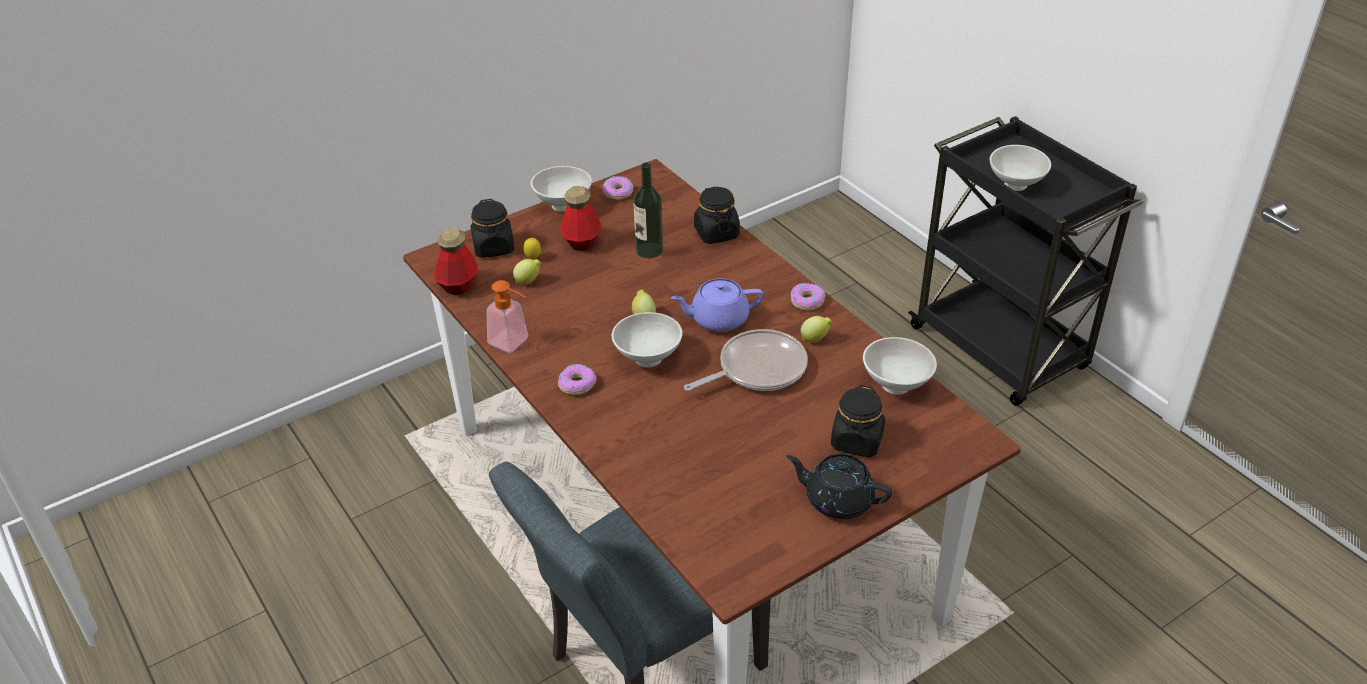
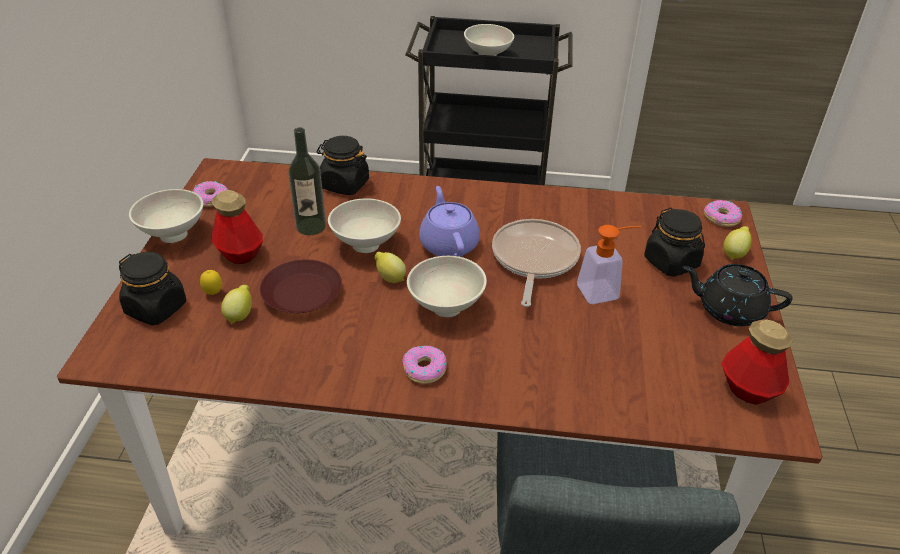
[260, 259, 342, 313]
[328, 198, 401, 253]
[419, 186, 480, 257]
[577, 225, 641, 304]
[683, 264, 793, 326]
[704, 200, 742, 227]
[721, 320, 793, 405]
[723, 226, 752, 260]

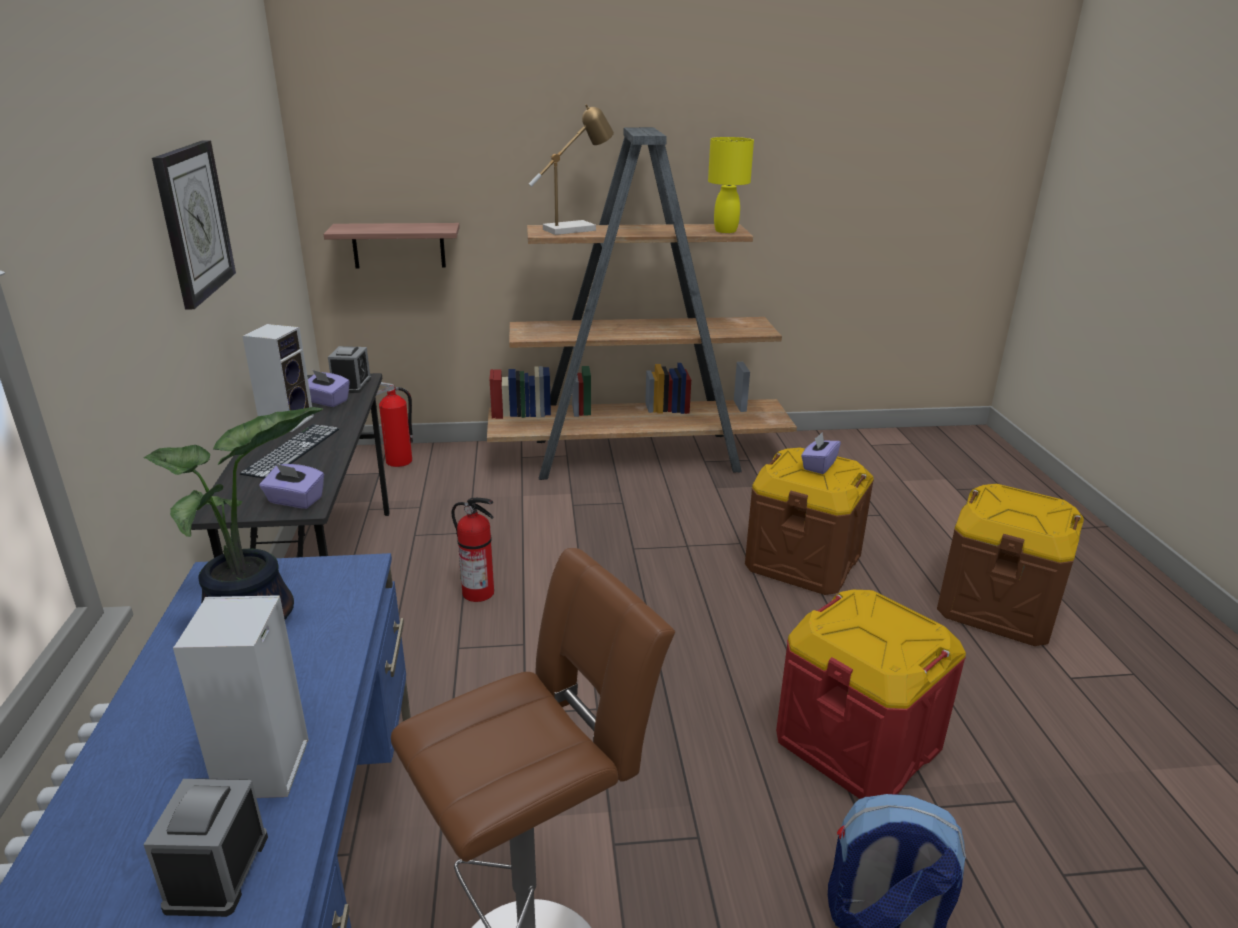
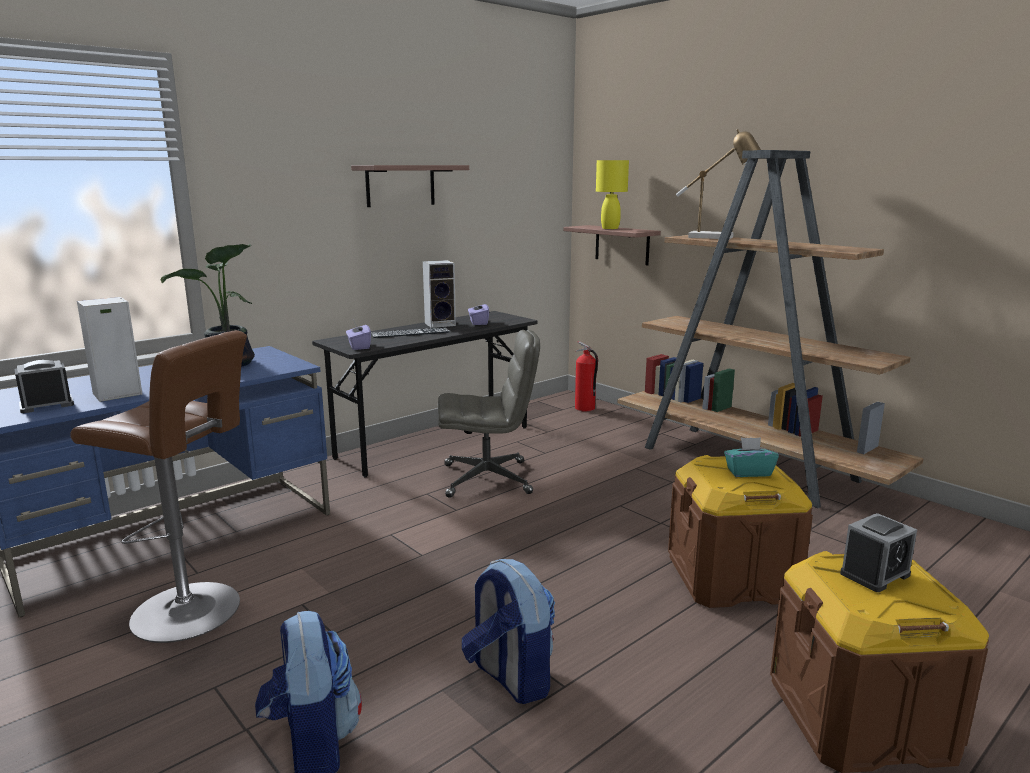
[351, 165, 469, 207]
[438, 330, 540, 498]
[462, 559, 555, 704]
[596, 160, 629, 229]
[724, 437, 779, 477]
[840, 513, 917, 592]

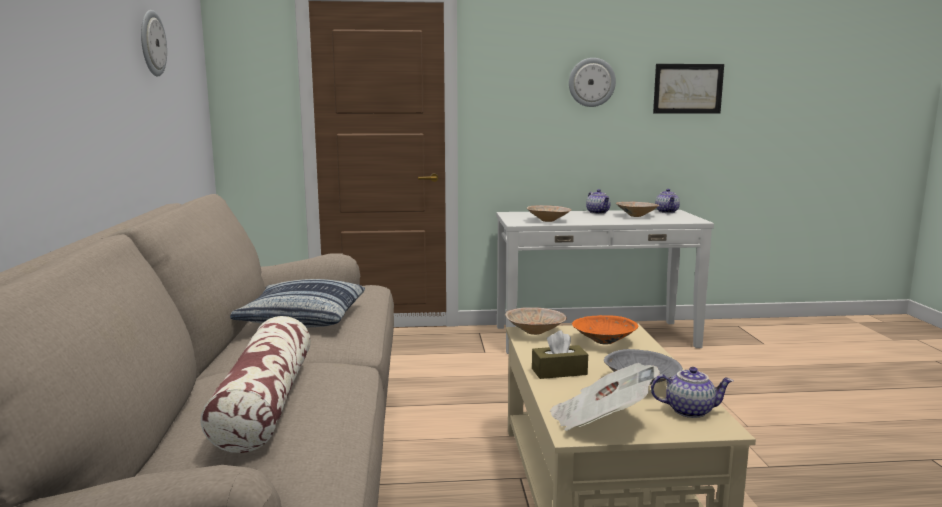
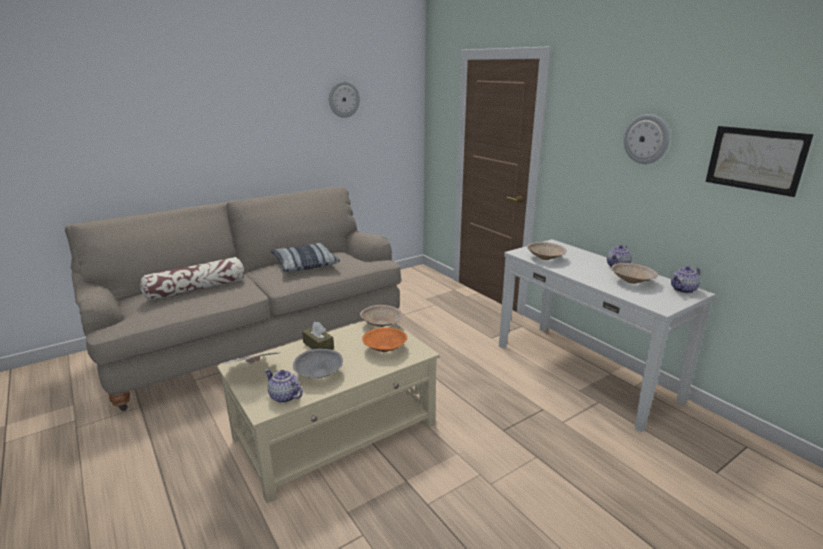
[265, 369, 303, 403]

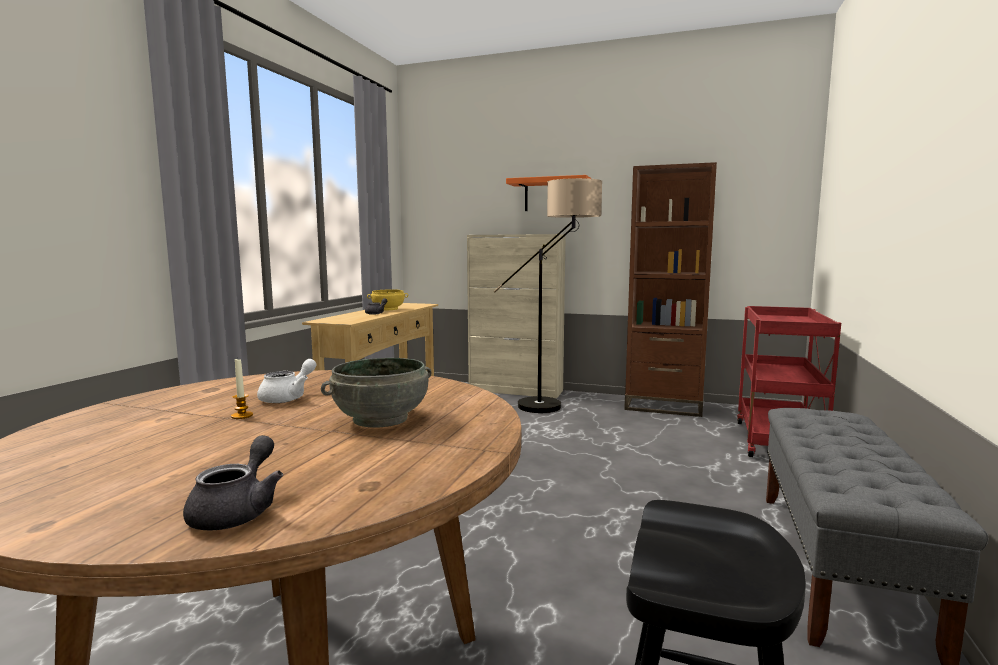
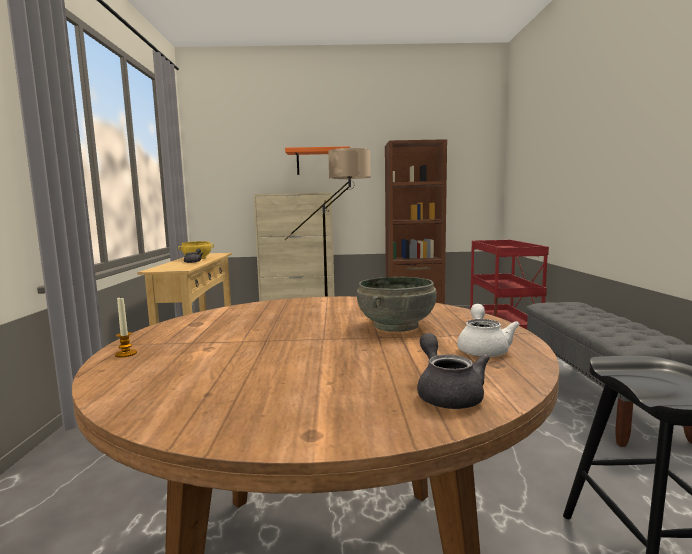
[115, 297, 137, 357]
[457, 304, 520, 357]

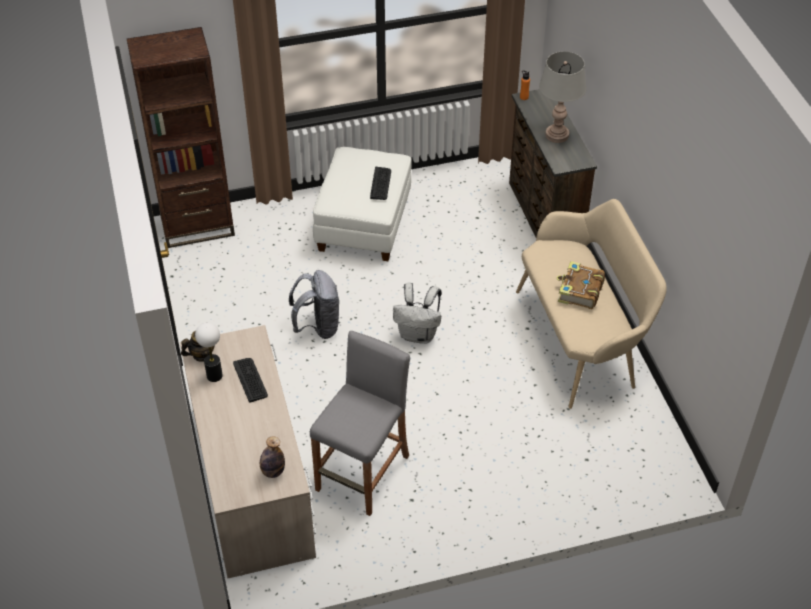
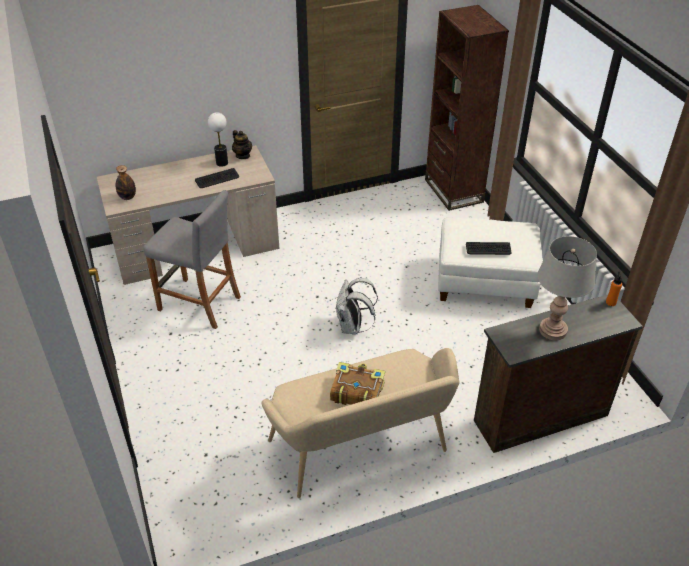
[289, 270, 340, 339] (first image)

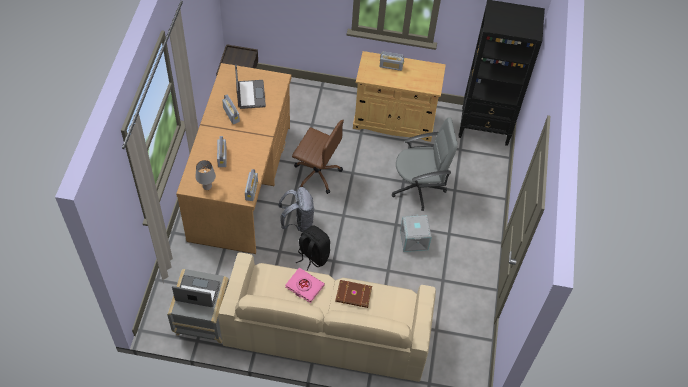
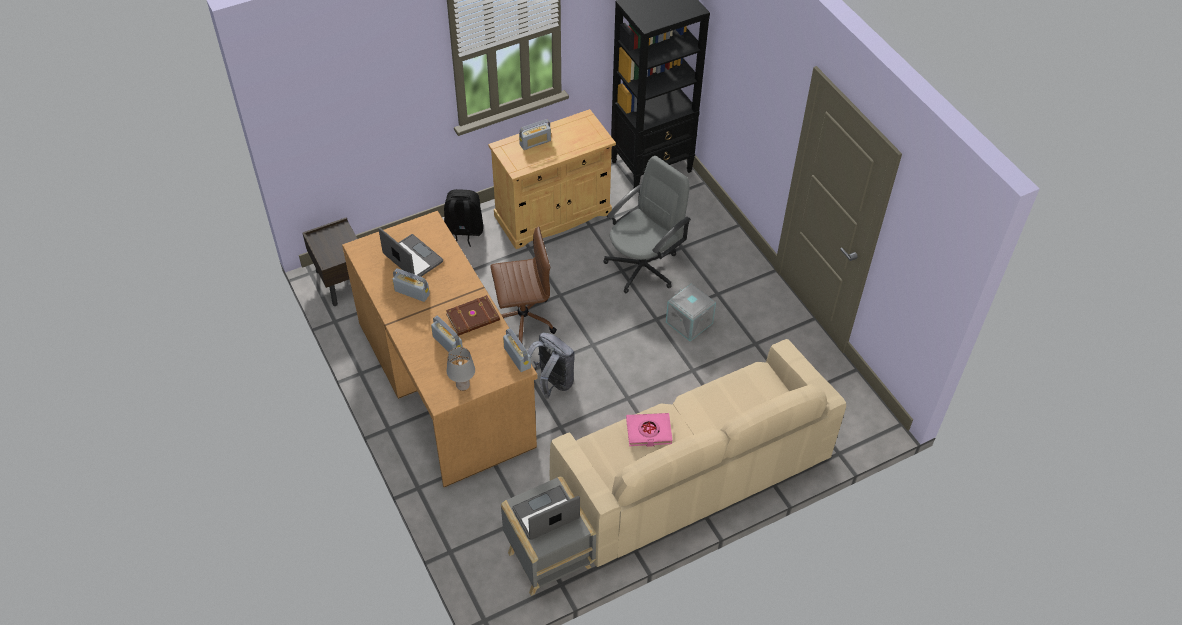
[444, 189, 483, 247]
[446, 295, 500, 336]

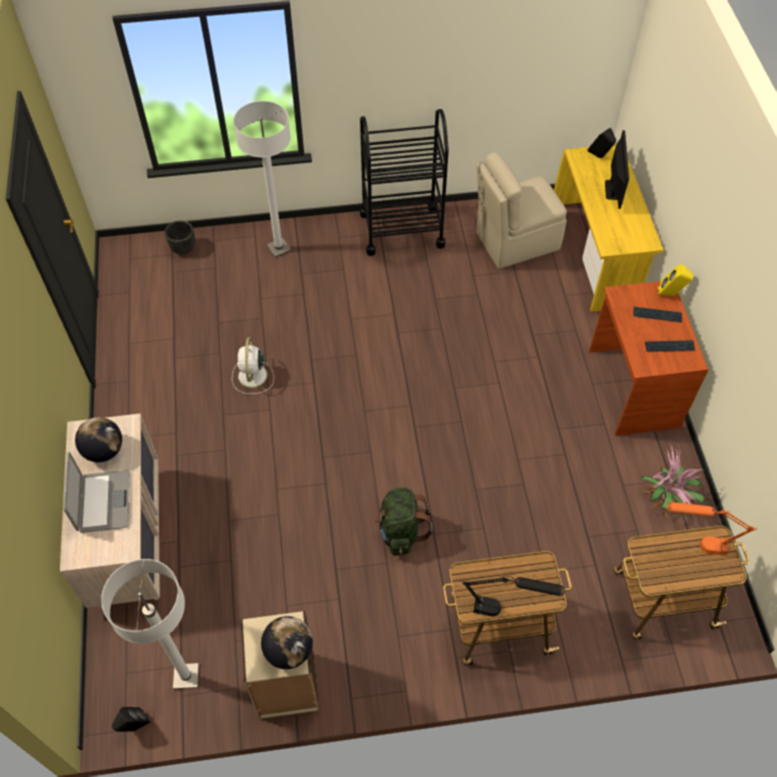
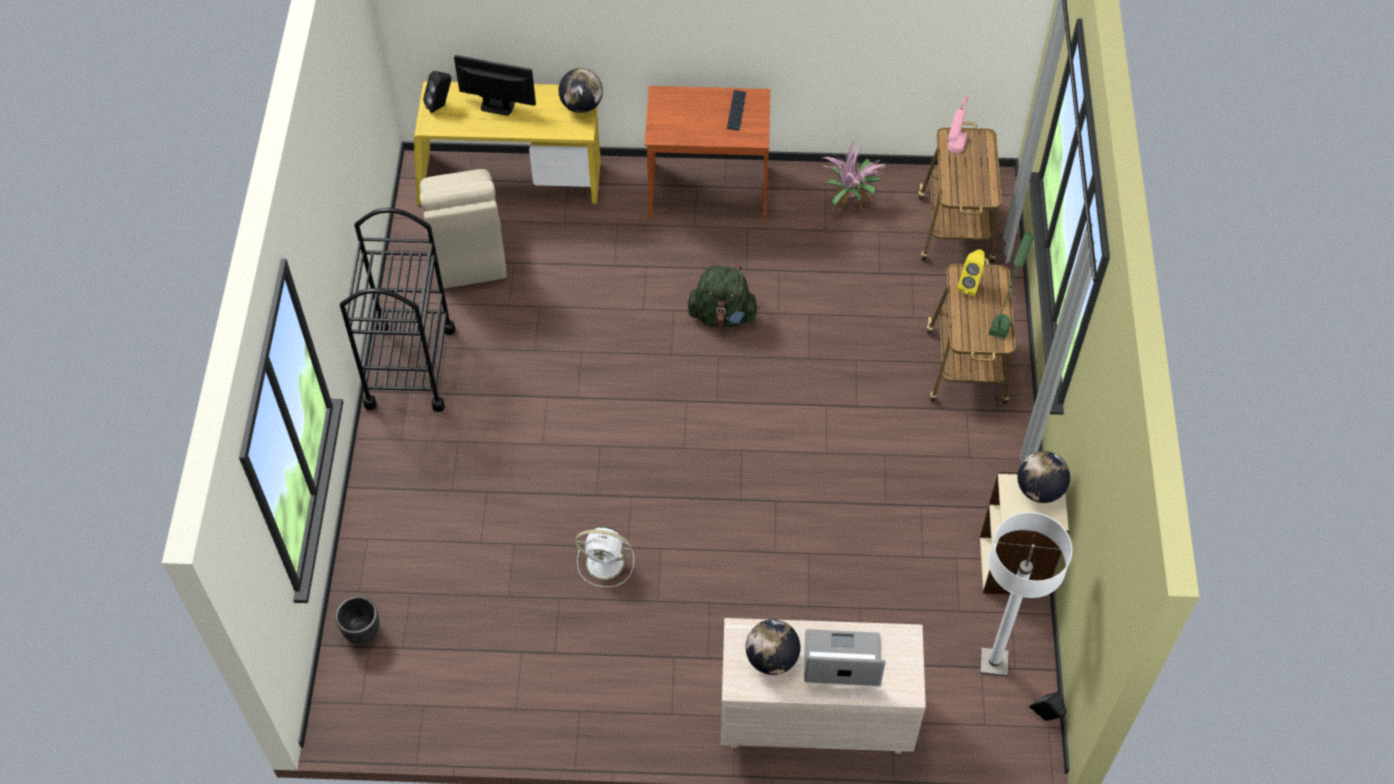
[559, 68, 603, 113]
[688, 263, 759, 328]
[948, 93, 969, 153]
[957, 249, 985, 296]
[988, 232, 1034, 339]
[233, 101, 291, 258] (first image)
[633, 307, 682, 322] (first image)

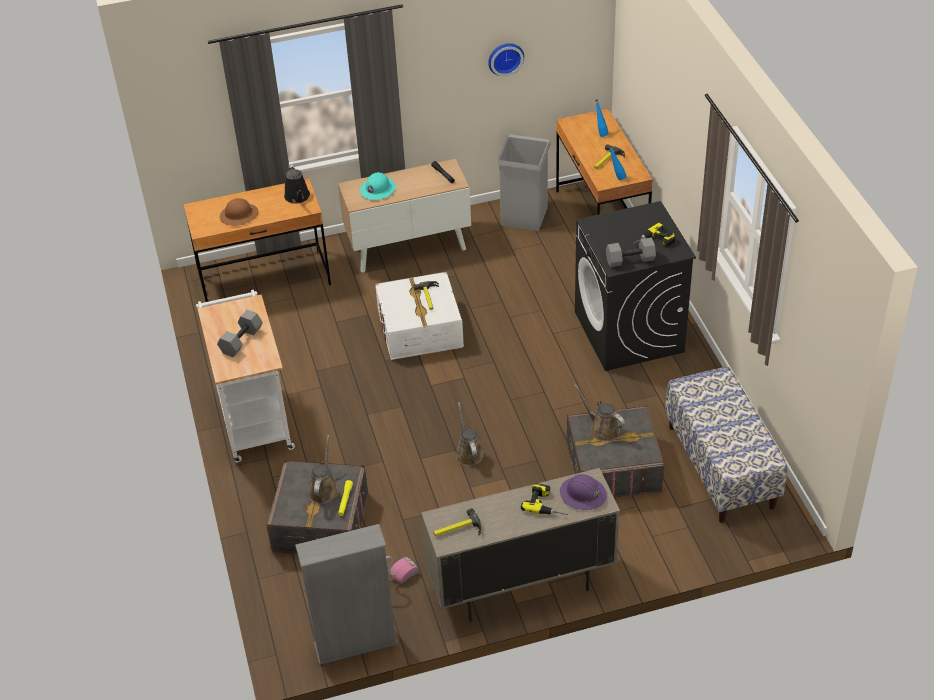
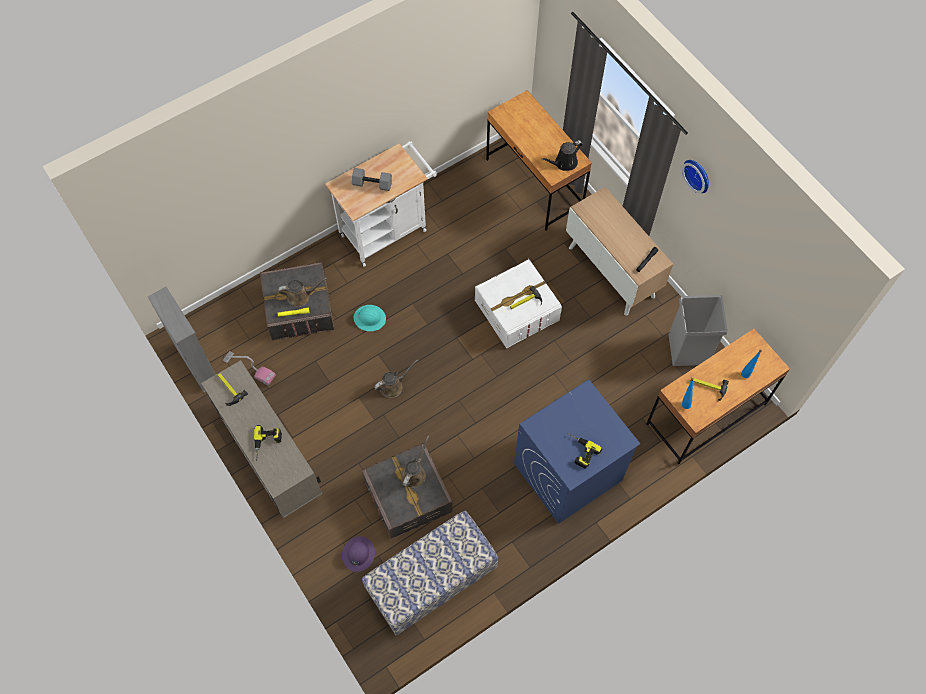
[342, 536, 375, 572]
[354, 305, 386, 331]
[514, 379, 640, 524]
[682, 160, 709, 193]
[220, 198, 259, 226] (first image)
[606, 238, 656, 267] (first image)

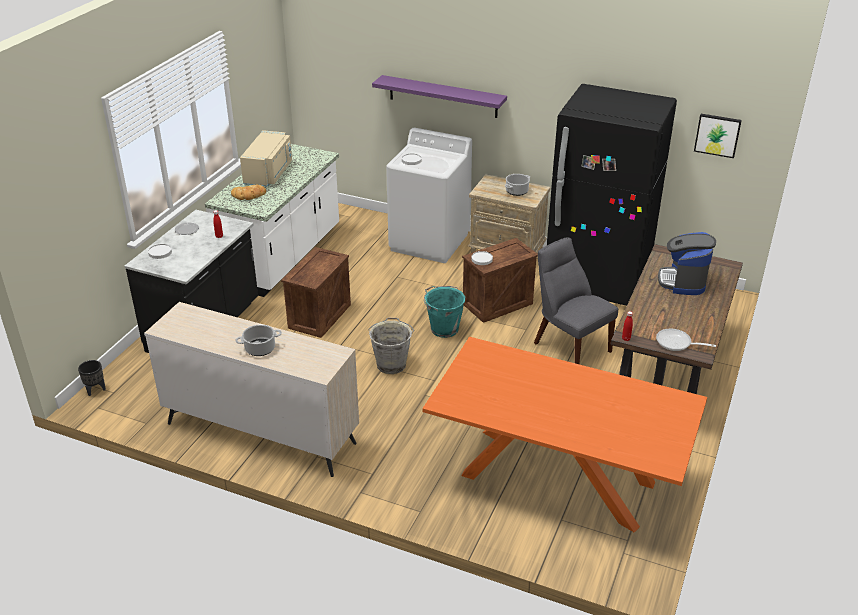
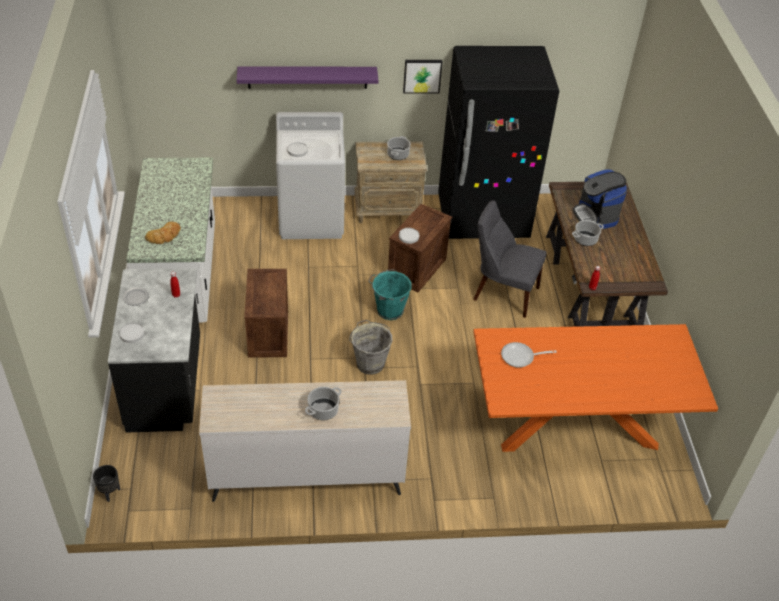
[403, 60, 443, 94]
[501, 342, 556, 368]
[572, 220, 604, 246]
[240, 130, 292, 187] (first image)

